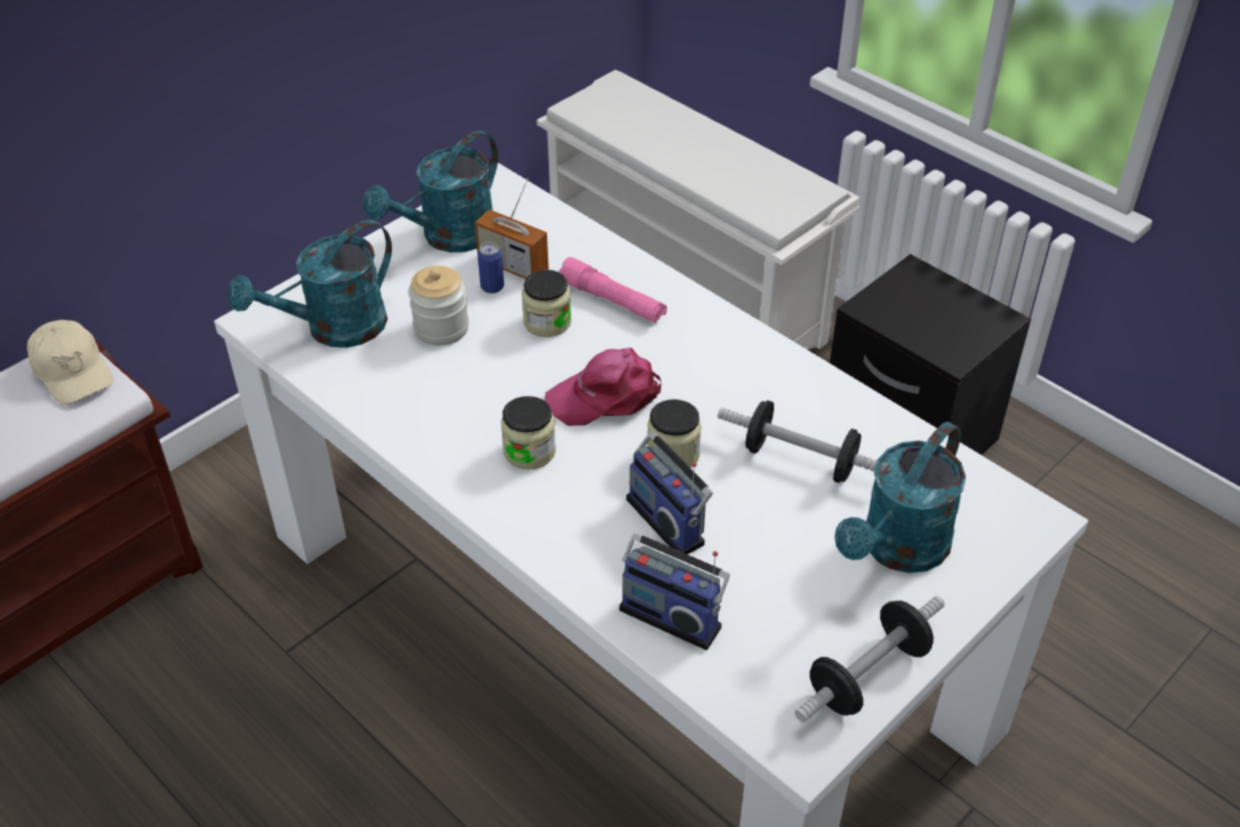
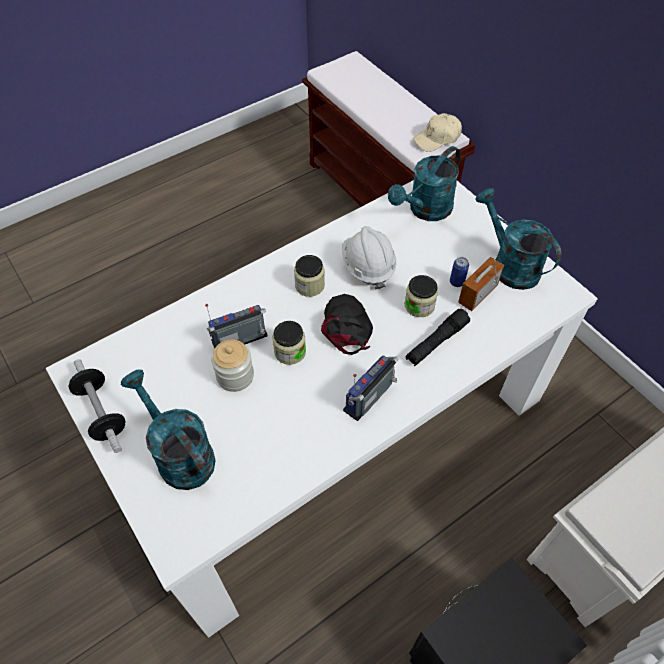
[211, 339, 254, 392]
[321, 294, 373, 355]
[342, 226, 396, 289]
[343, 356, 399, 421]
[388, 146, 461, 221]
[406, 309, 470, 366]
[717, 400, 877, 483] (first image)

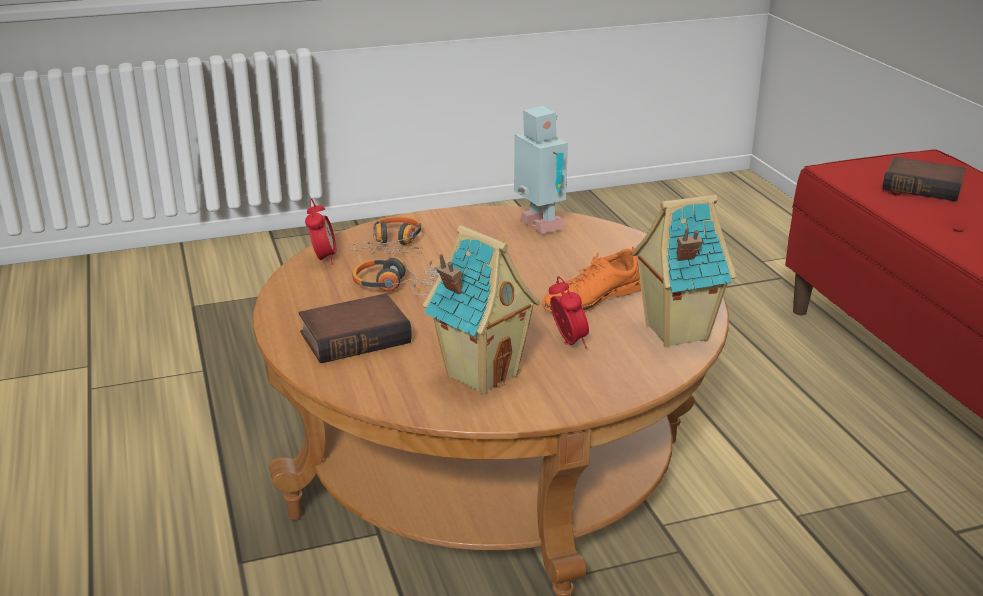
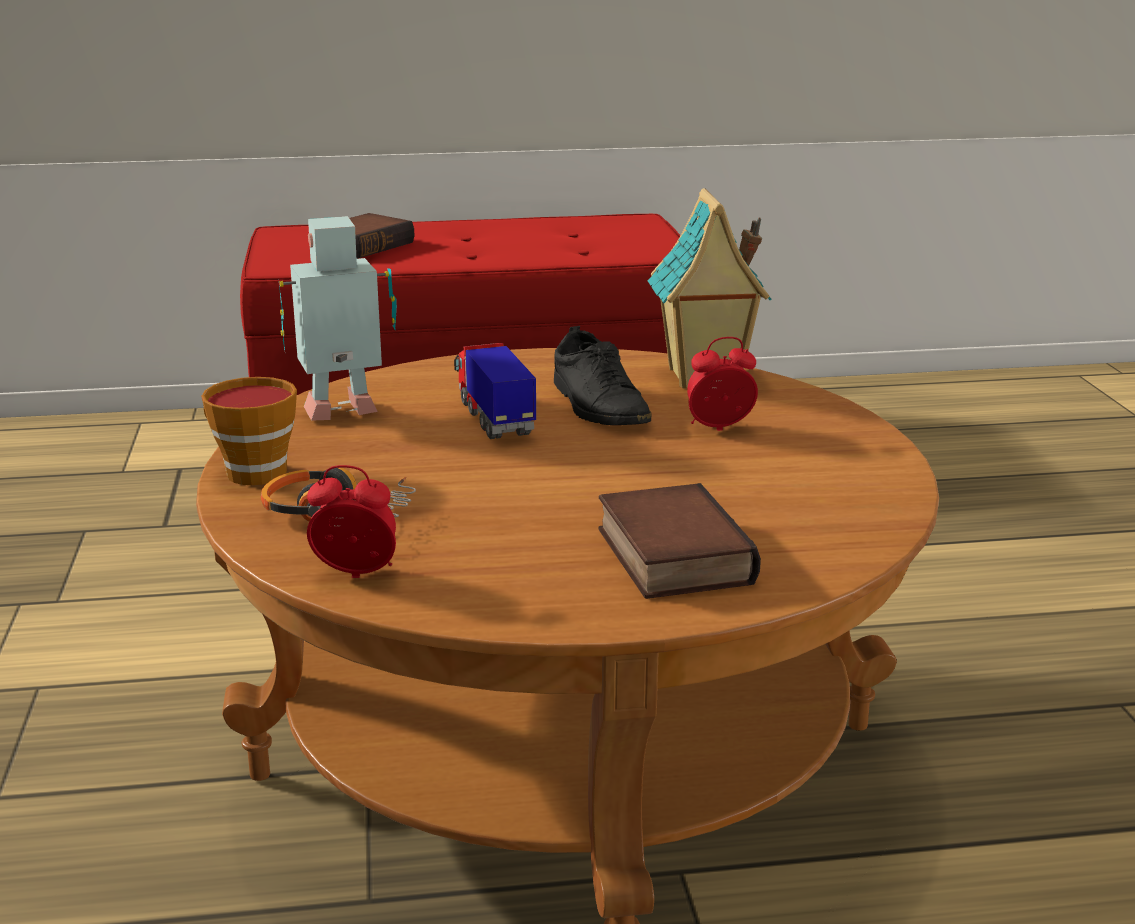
[201, 377, 297, 485]
[454, 343, 536, 439]
[554, 326, 652, 425]
[352, 258, 440, 295] (first image)
[423, 225, 541, 394] (first image)

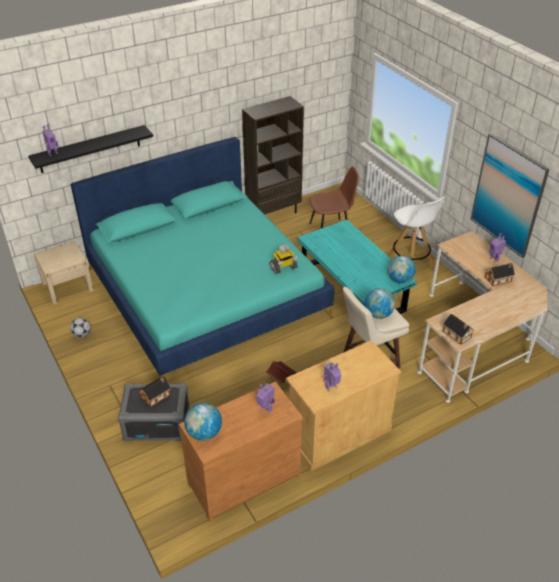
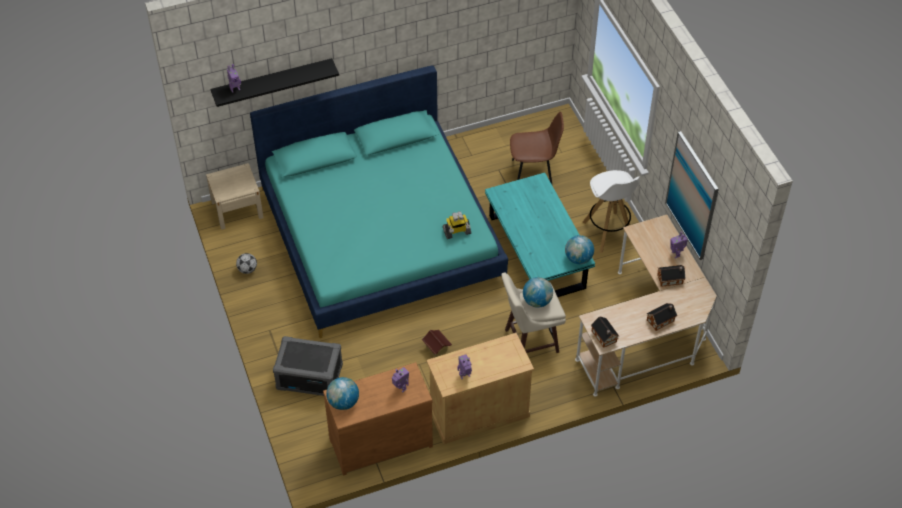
[647, 303, 677, 331]
[242, 96, 304, 215] (first image)

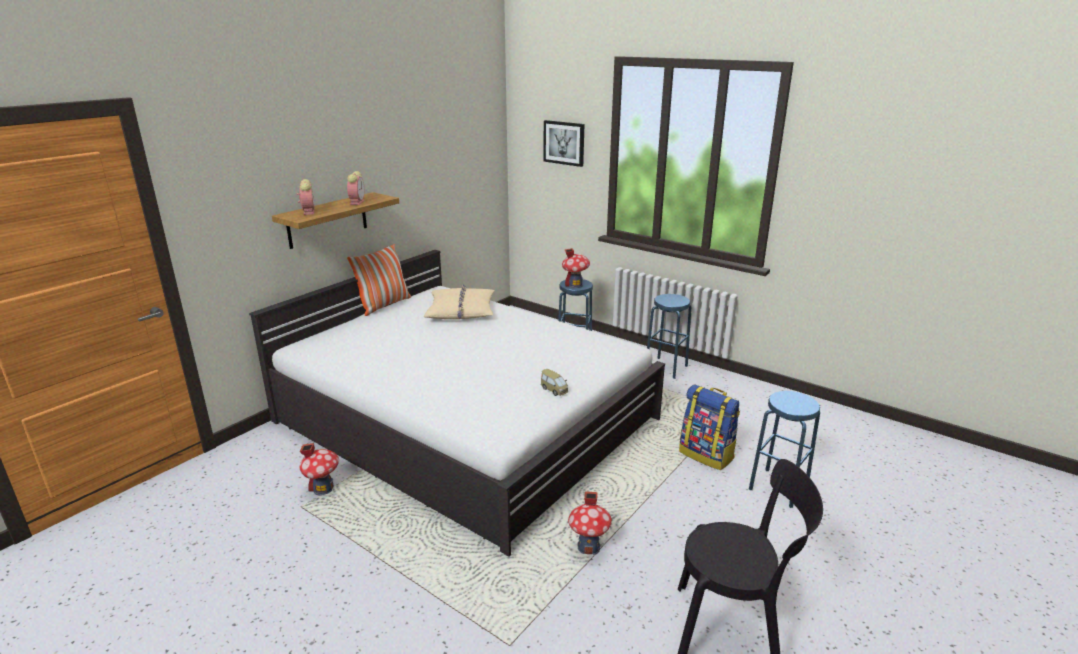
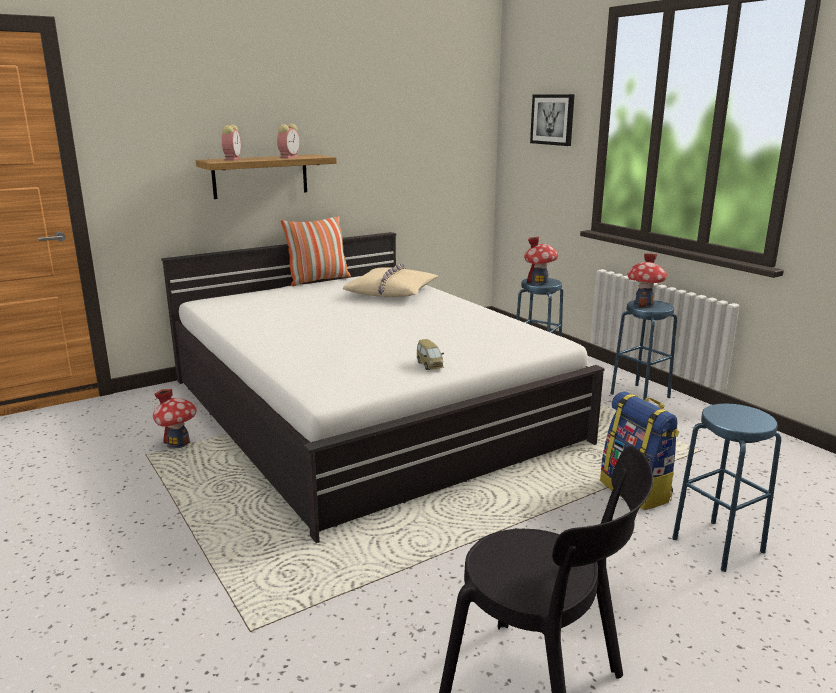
[628, 253, 667, 308]

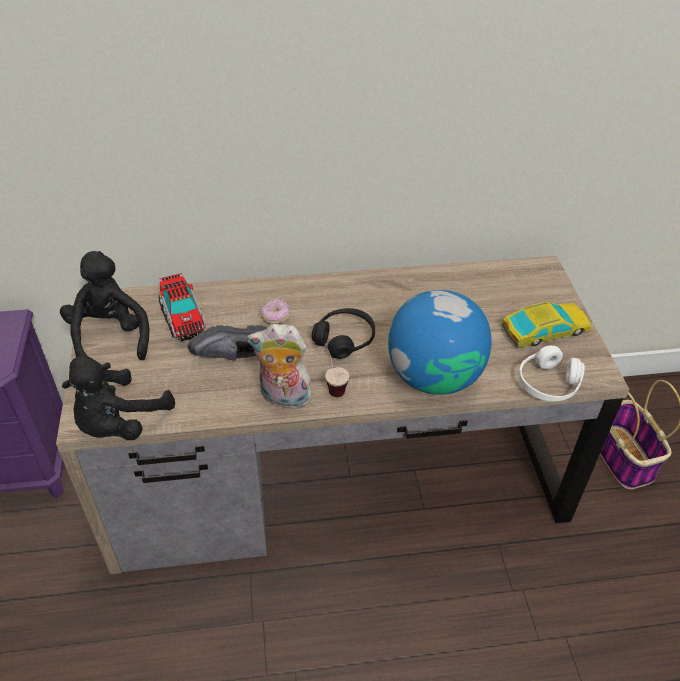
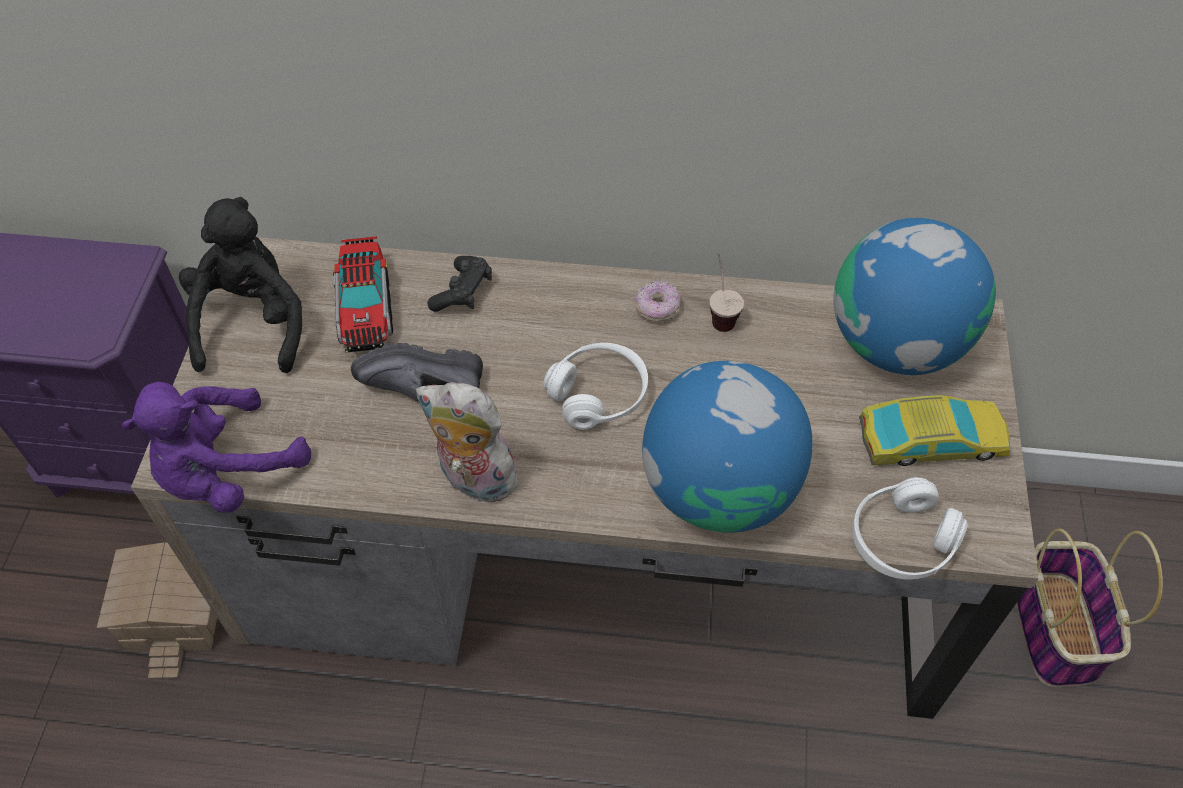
[97, 542, 217, 679]
[122, 382, 311, 513]
[428, 256, 492, 312]
[544, 343, 648, 429]
[635, 280, 680, 321]
[709, 253, 744, 332]
[833, 218, 996, 375]

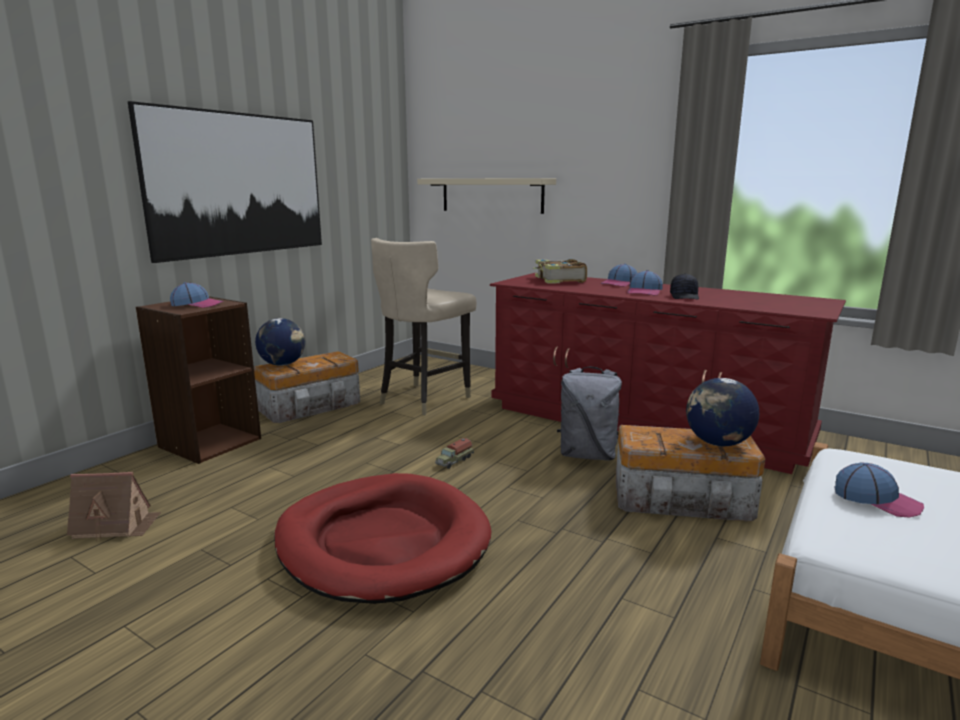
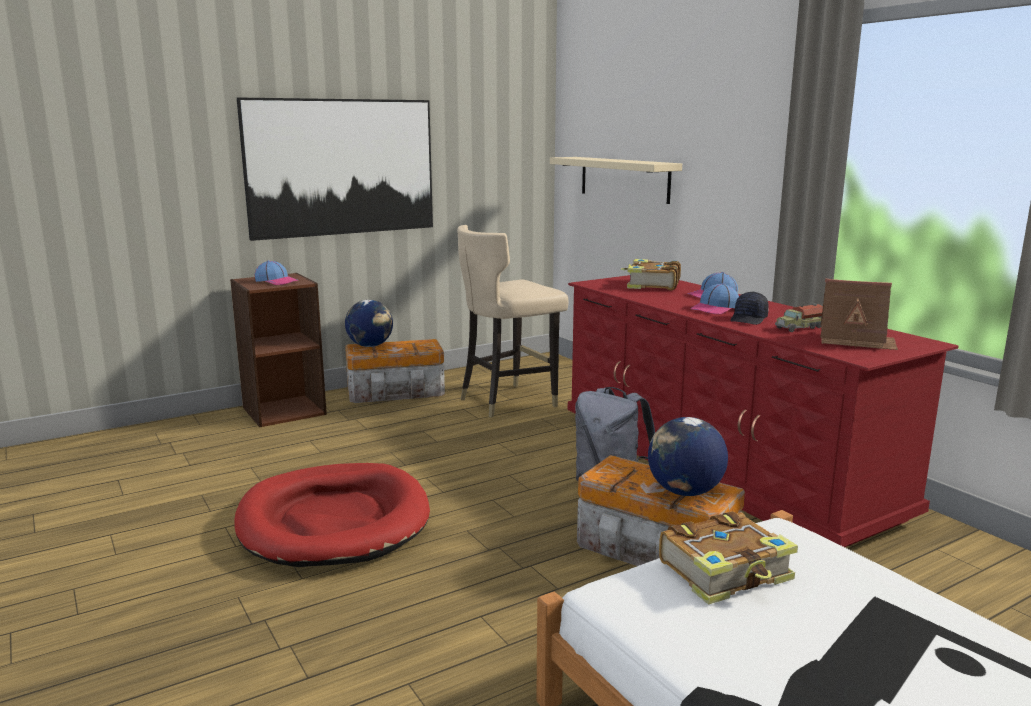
[659, 511, 798, 605]
[775, 304, 823, 332]
[820, 279, 898, 350]

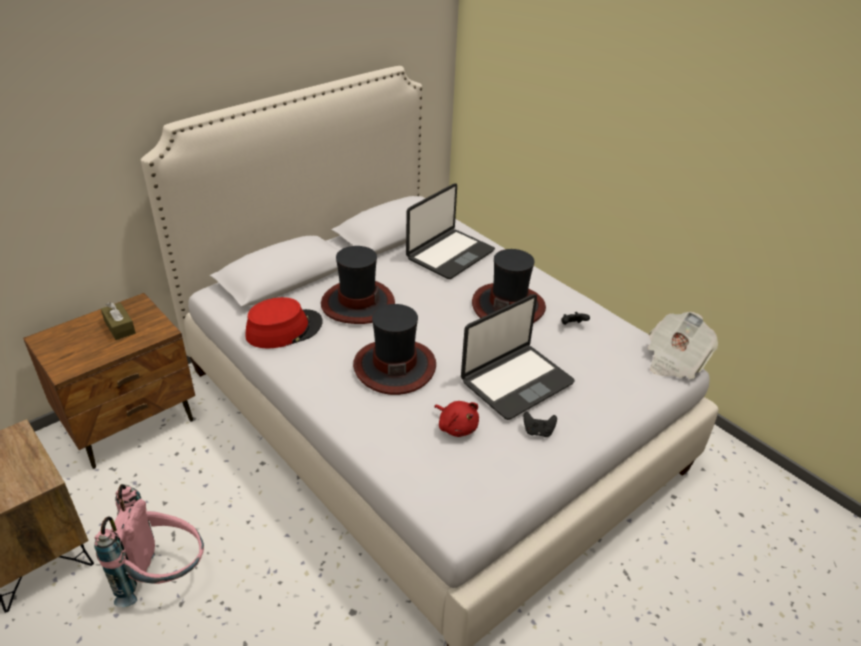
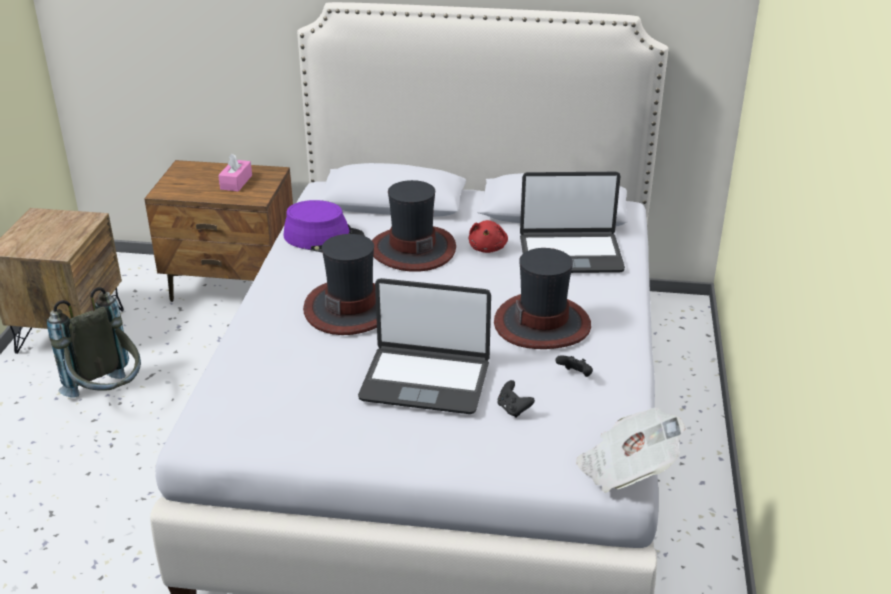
[47, 287, 141, 398]
[218, 153, 252, 192]
[283, 200, 365, 252]
[469, 220, 508, 253]
[498, 380, 535, 418]

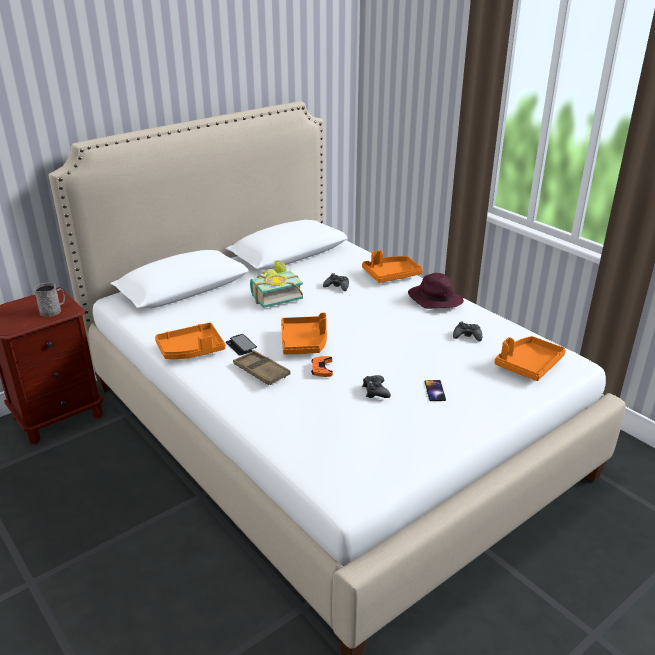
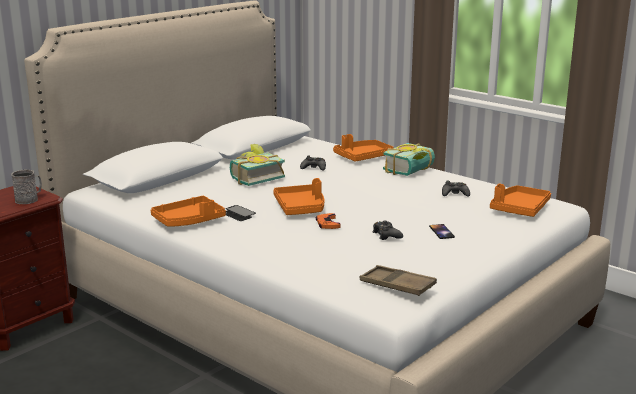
[360, 265, 437, 296]
[383, 143, 435, 176]

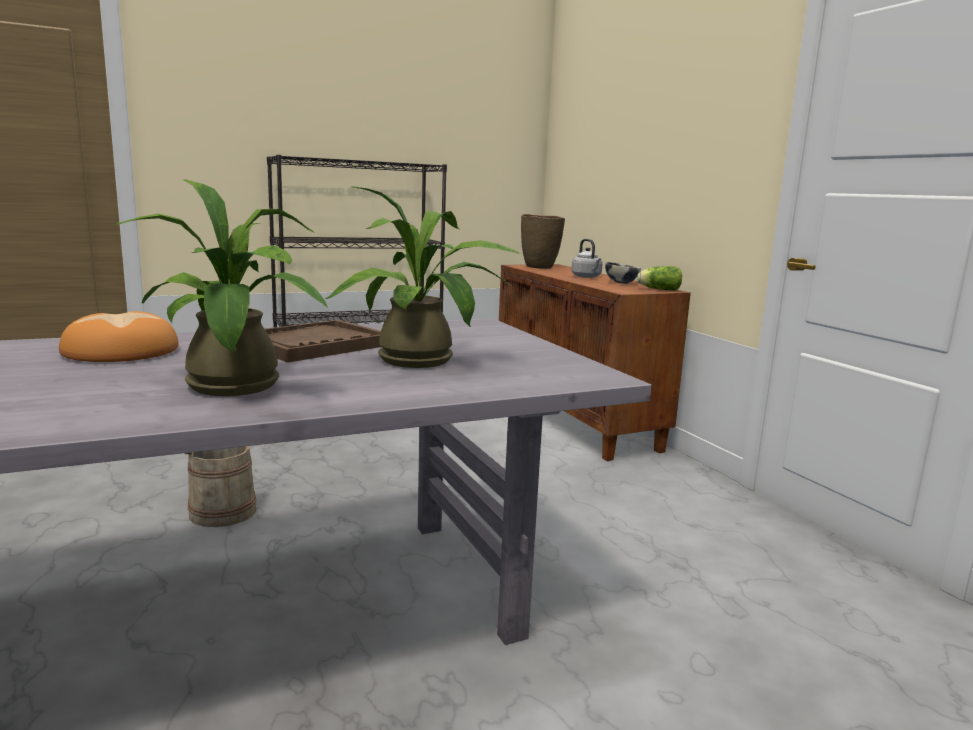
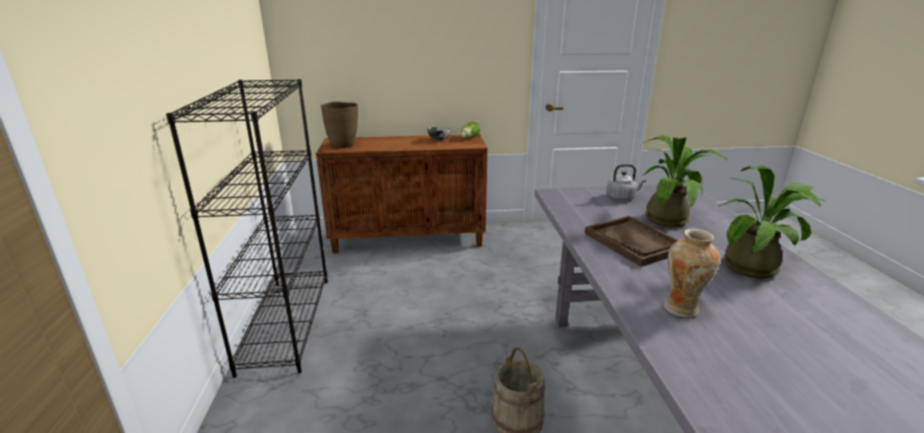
[606, 164, 646, 200]
[664, 229, 720, 318]

